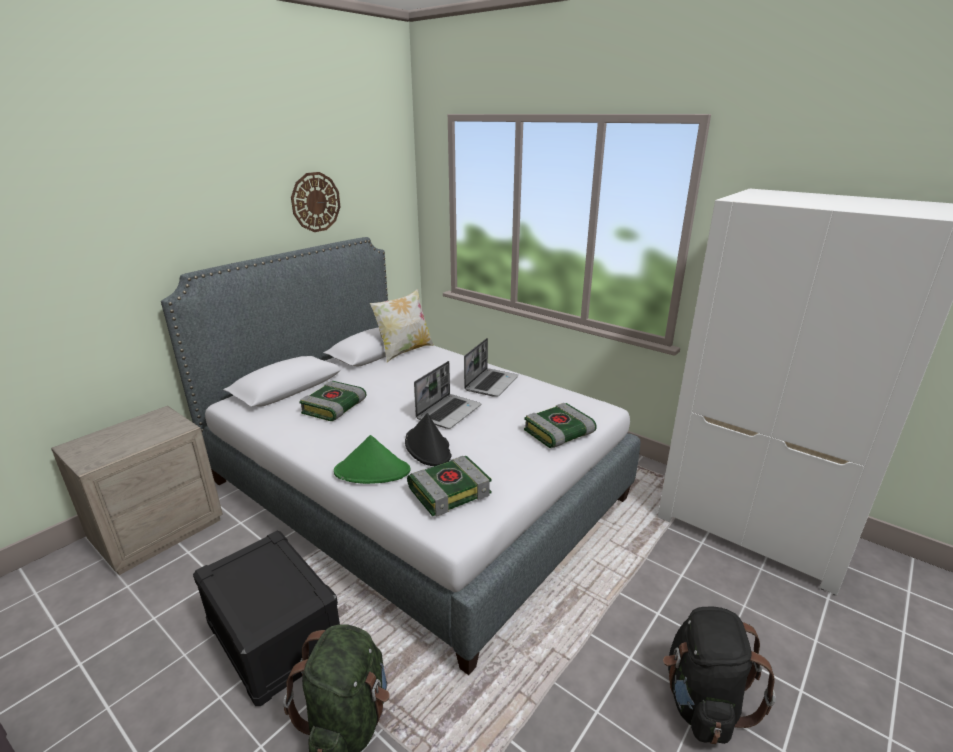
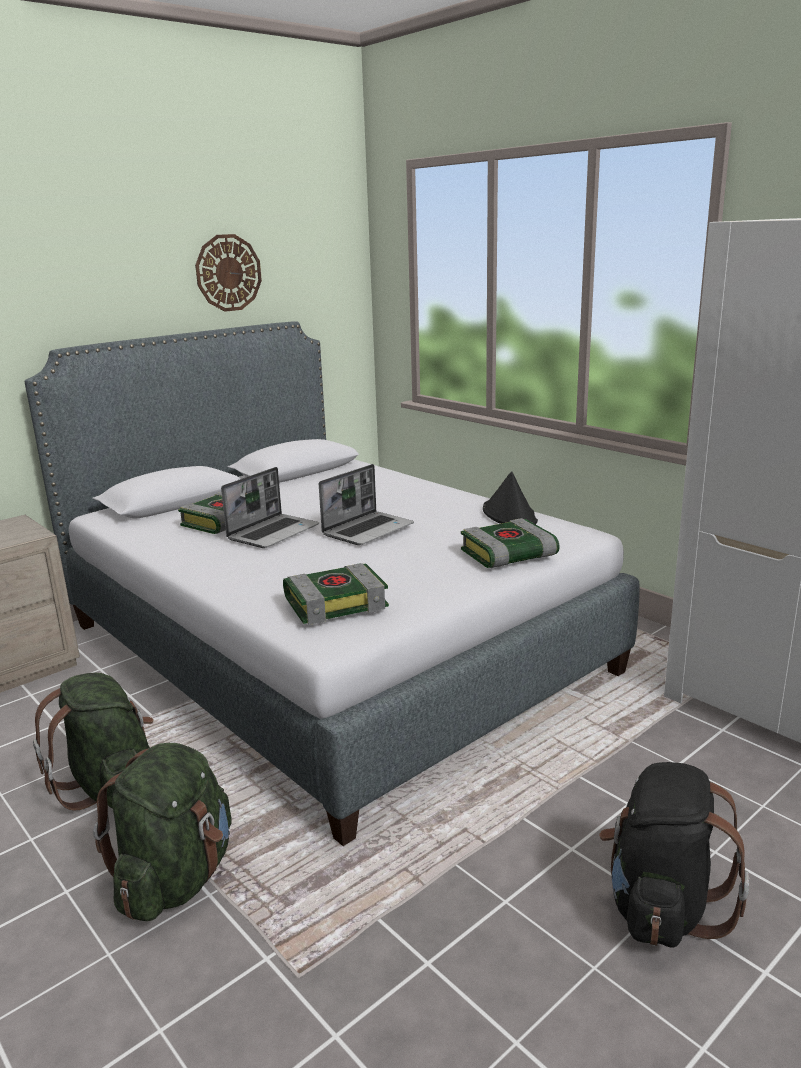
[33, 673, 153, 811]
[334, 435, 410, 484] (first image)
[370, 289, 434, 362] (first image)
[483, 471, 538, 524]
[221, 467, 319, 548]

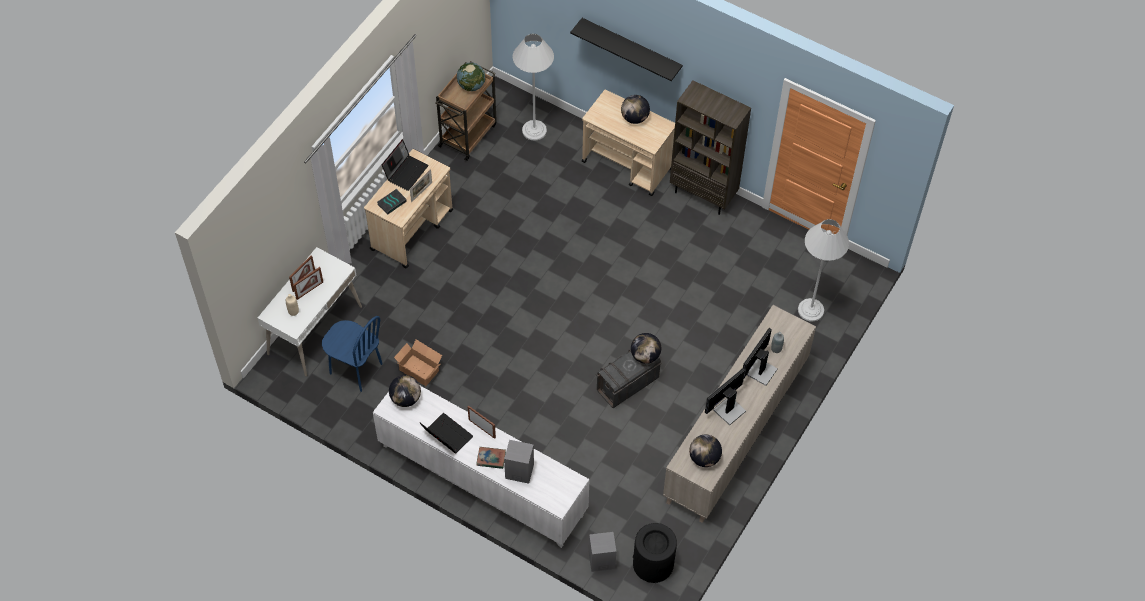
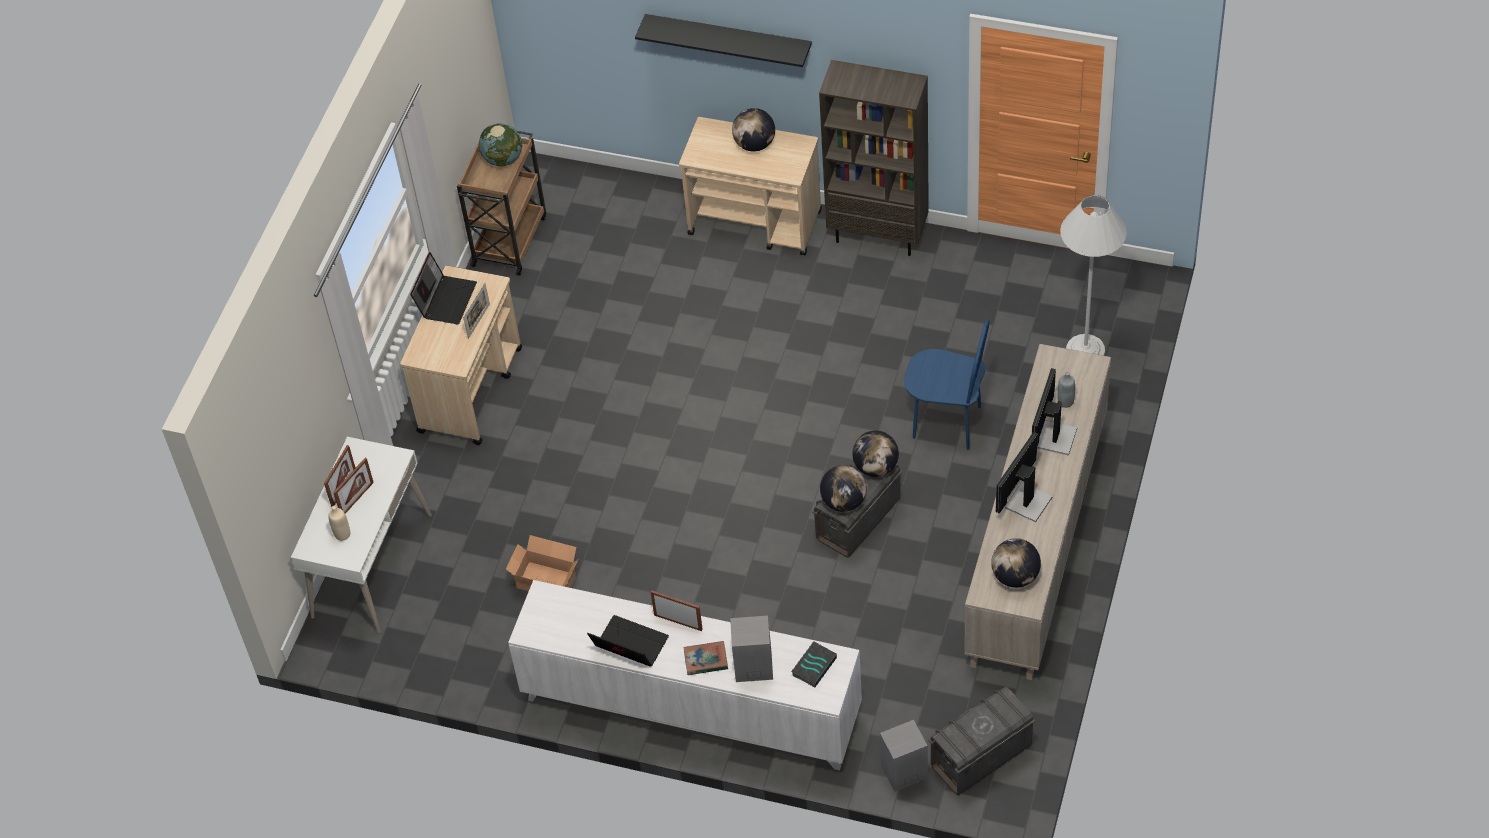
[904, 319, 990, 450]
[791, 641, 837, 687]
[820, 465, 867, 512]
[513, 34, 554, 140] (first image)
[928, 687, 1036, 795]

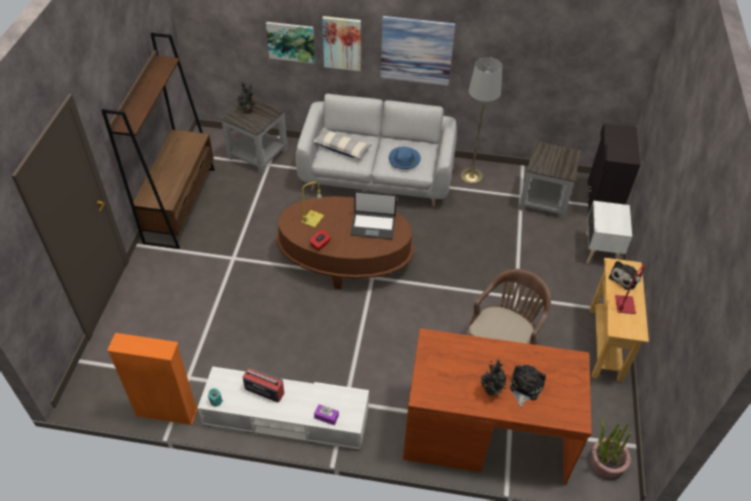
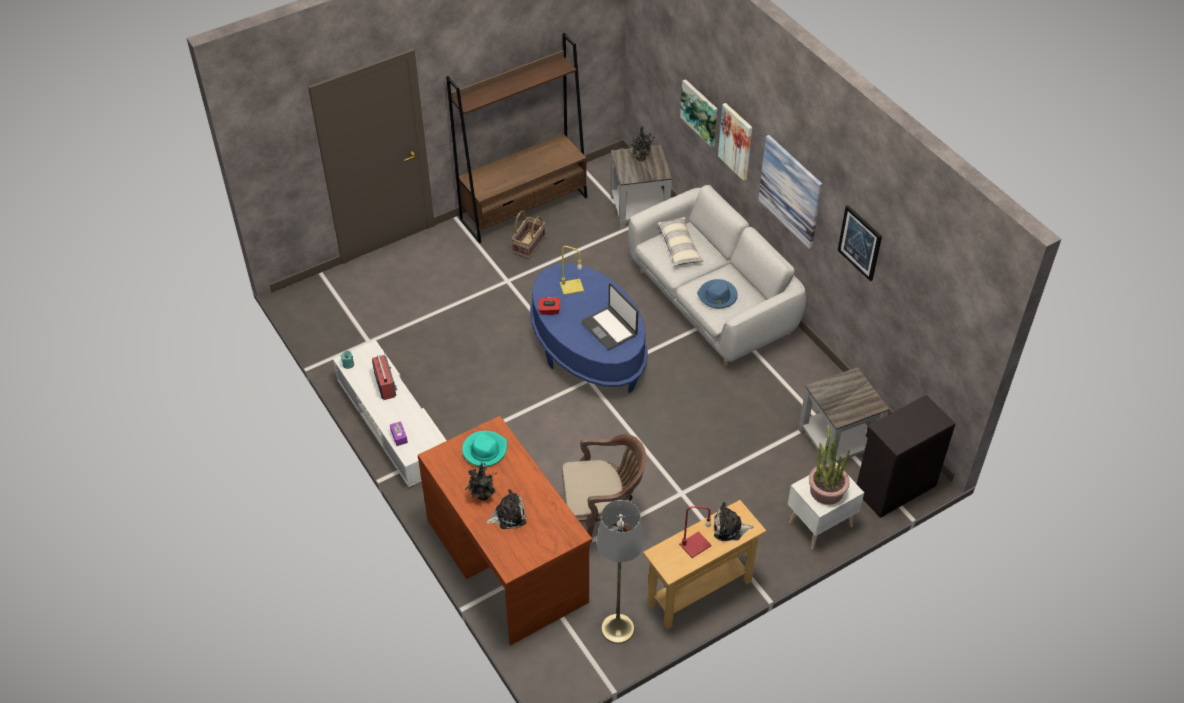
[107, 333, 198, 425] (first image)
[530, 263, 648, 393]
[597, 500, 644, 644]
[809, 427, 850, 505]
[462, 431, 507, 467]
[511, 211, 545, 259]
[838, 205, 882, 281]

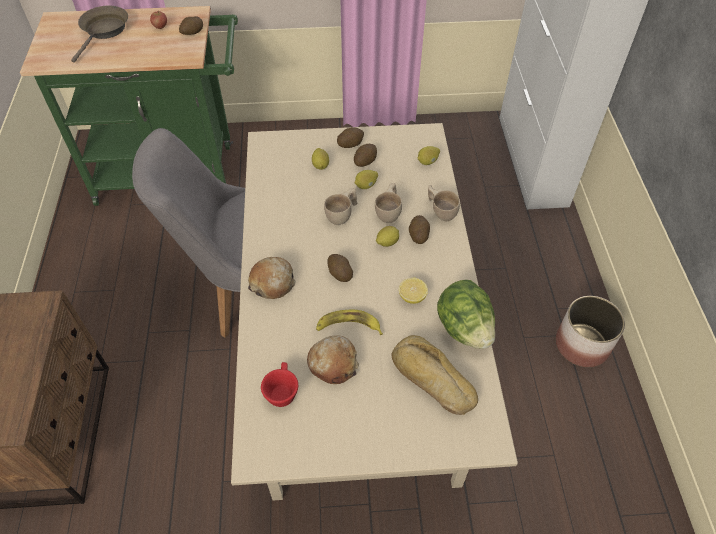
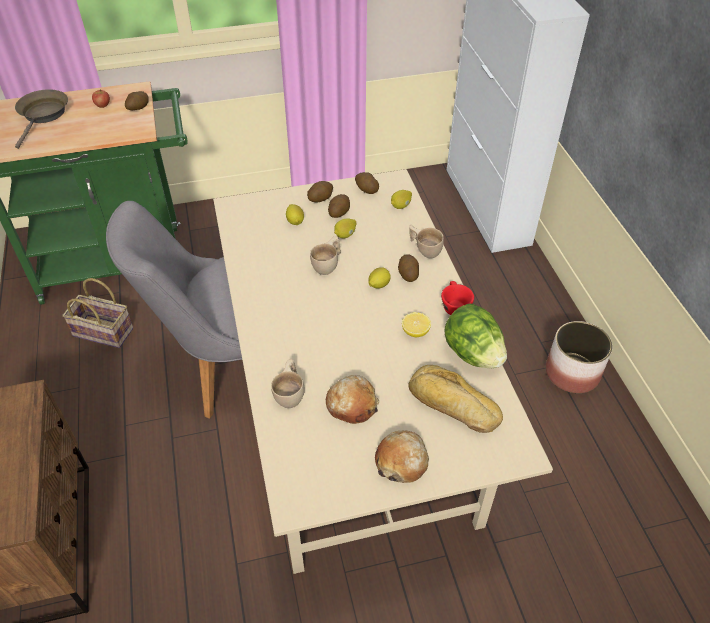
[375, 431, 429, 483]
[441, 281, 474, 315]
[316, 310, 383, 335] (first image)
[355, 172, 379, 194]
[271, 359, 305, 408]
[62, 278, 133, 348]

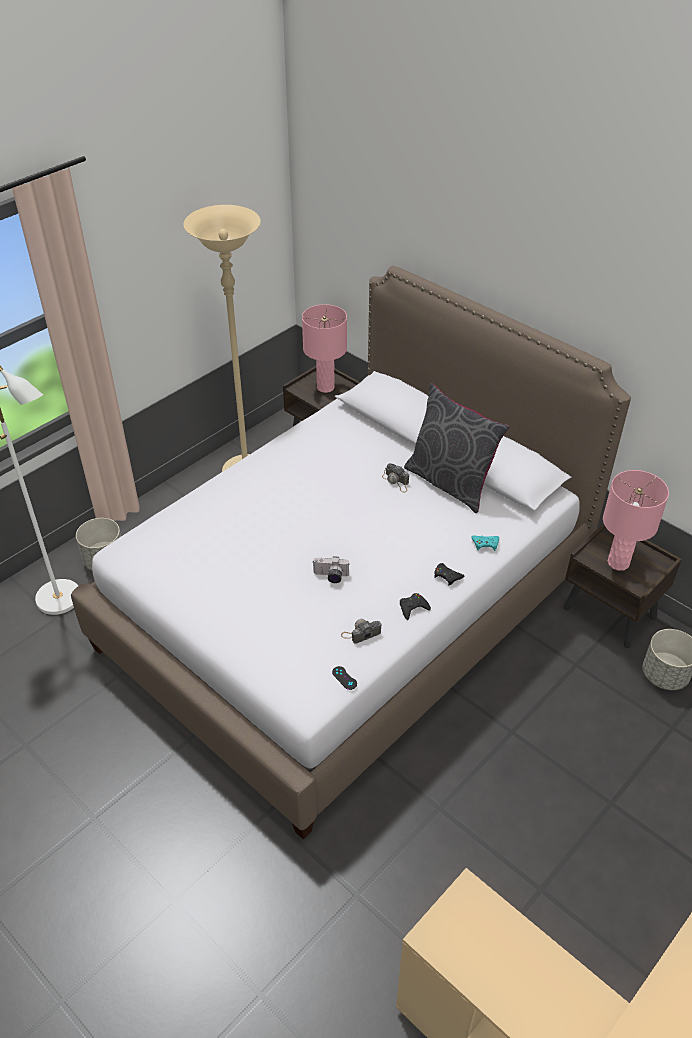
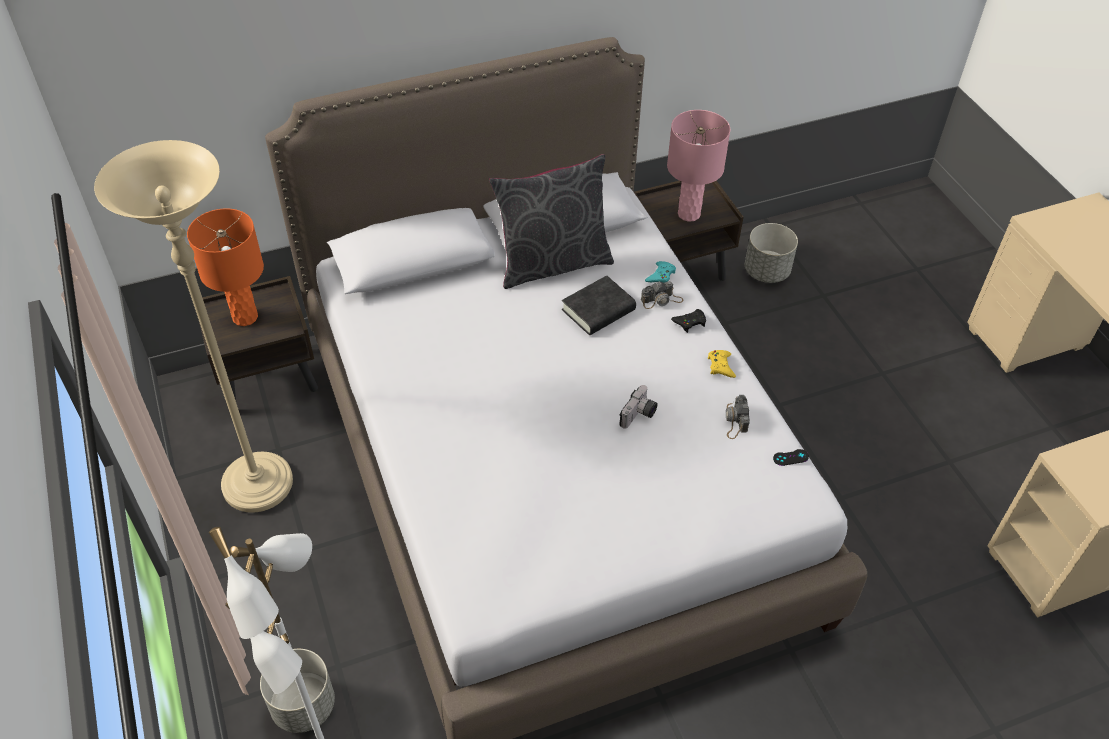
[187, 208, 264, 326]
[641, 281, 683, 309]
[708, 350, 736, 378]
[562, 275, 636, 335]

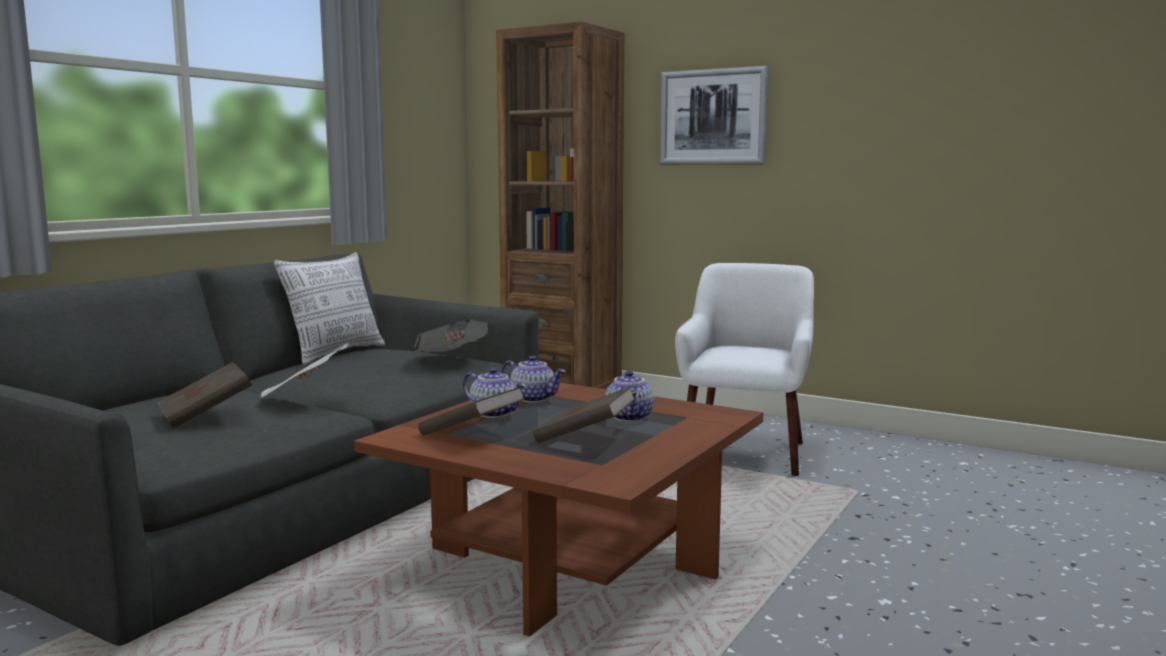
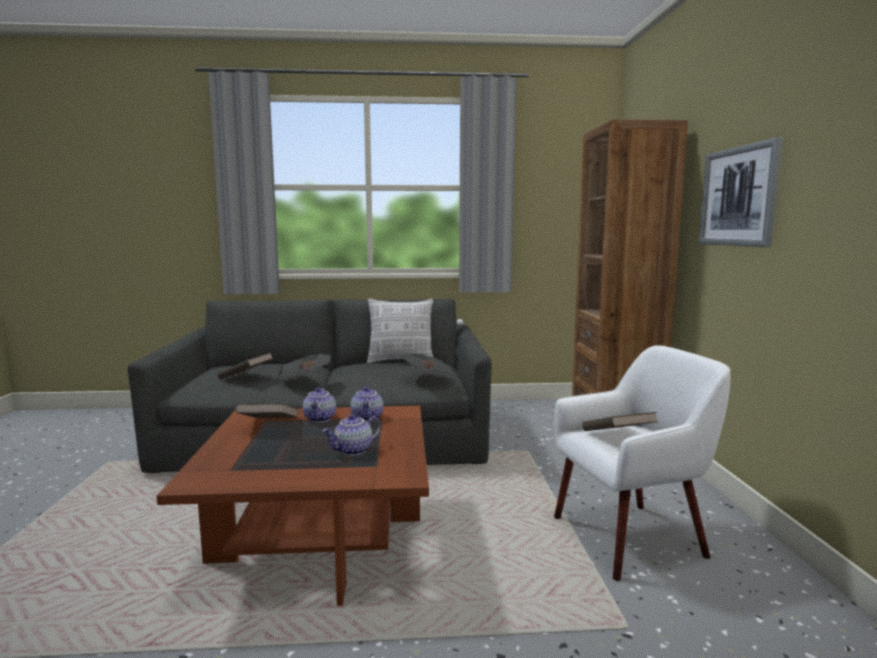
[582, 412, 658, 431]

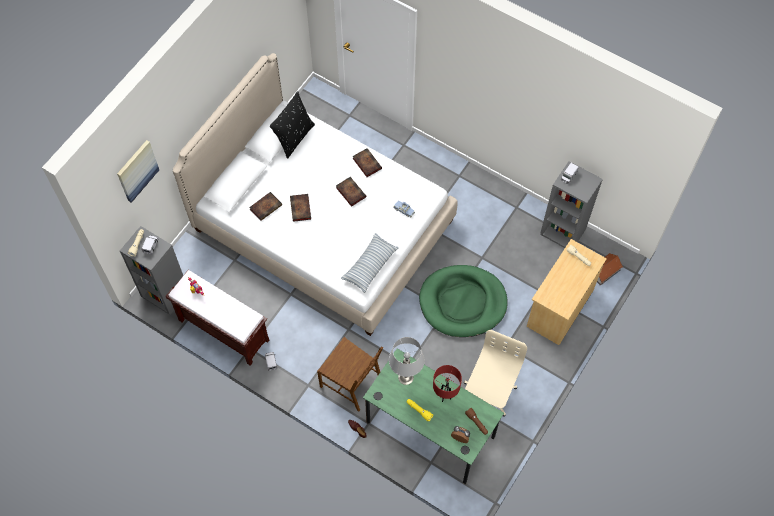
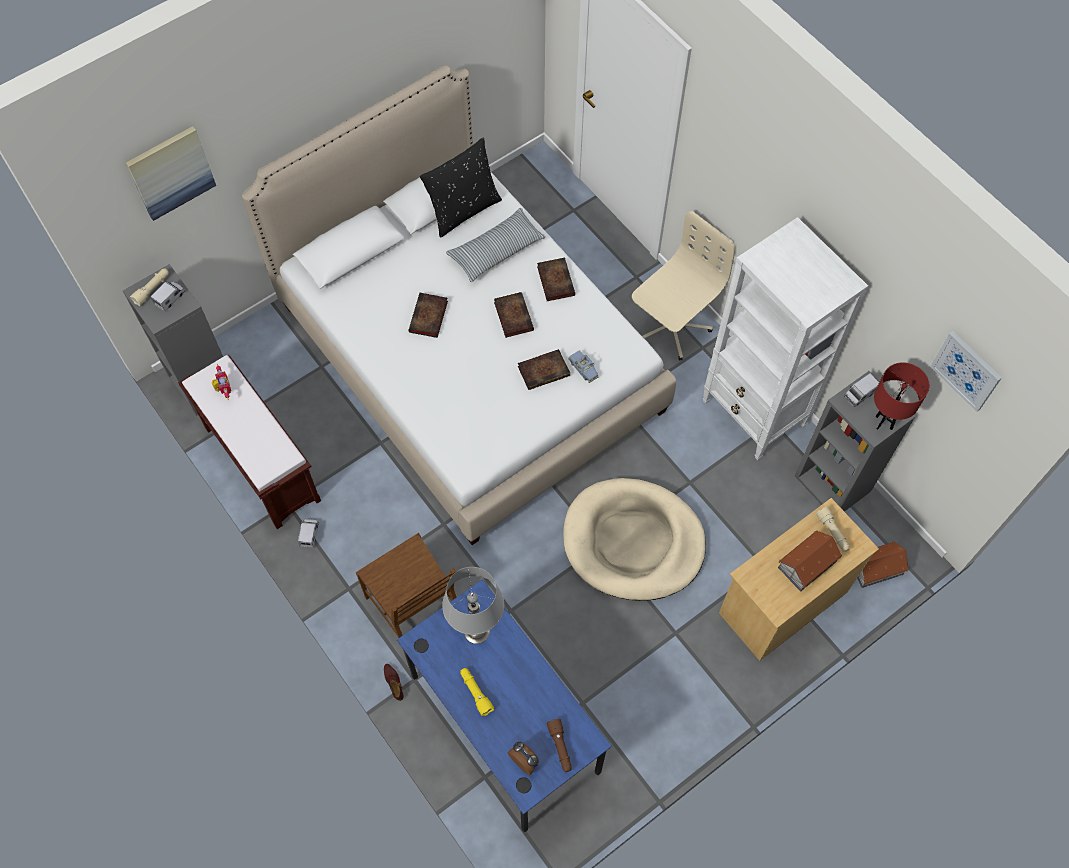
[518, 349, 570, 390]
[446, 208, 546, 282]
[397, 579, 612, 832]
[563, 478, 706, 601]
[874, 362, 930, 430]
[632, 211, 735, 360]
[702, 217, 868, 460]
[778, 530, 842, 591]
[930, 331, 1002, 412]

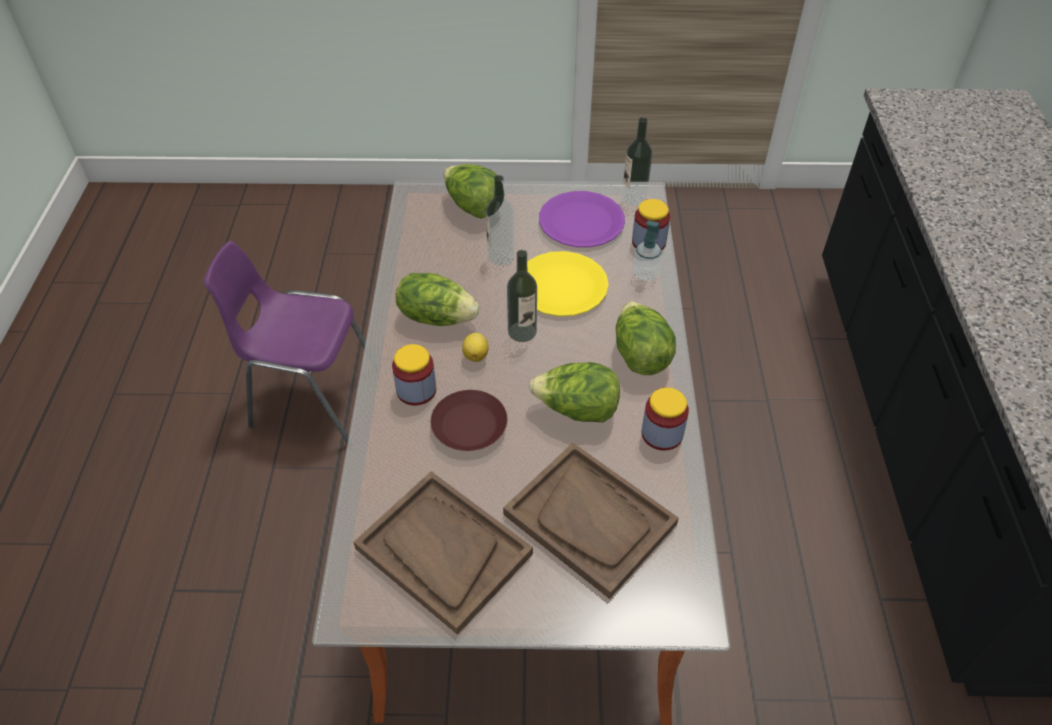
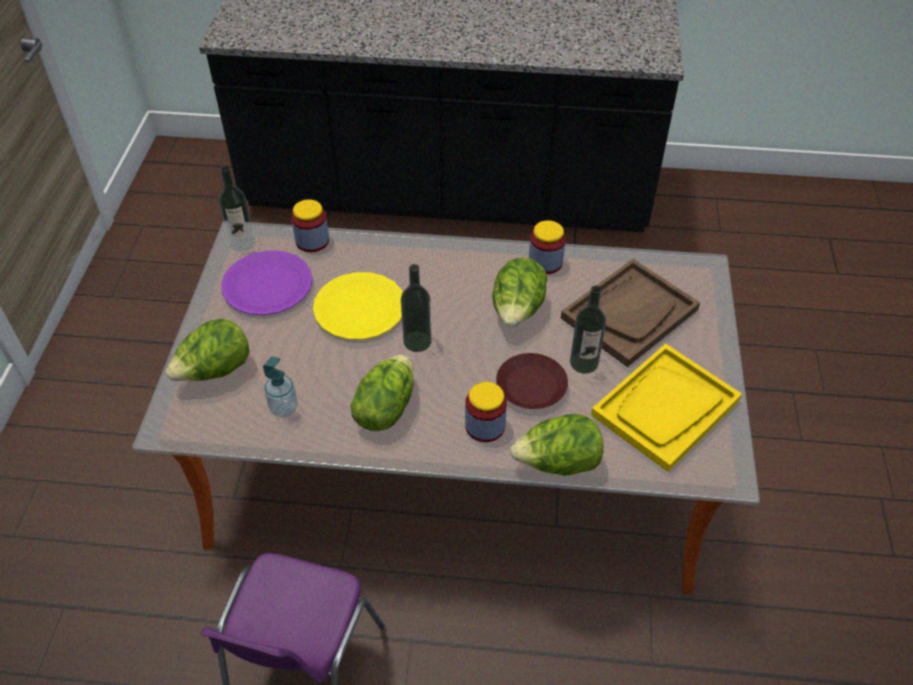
[591, 343, 742, 472]
[462, 333, 488, 362] (first image)
[570, 285, 606, 374]
[510, 414, 604, 476]
[263, 357, 298, 418]

